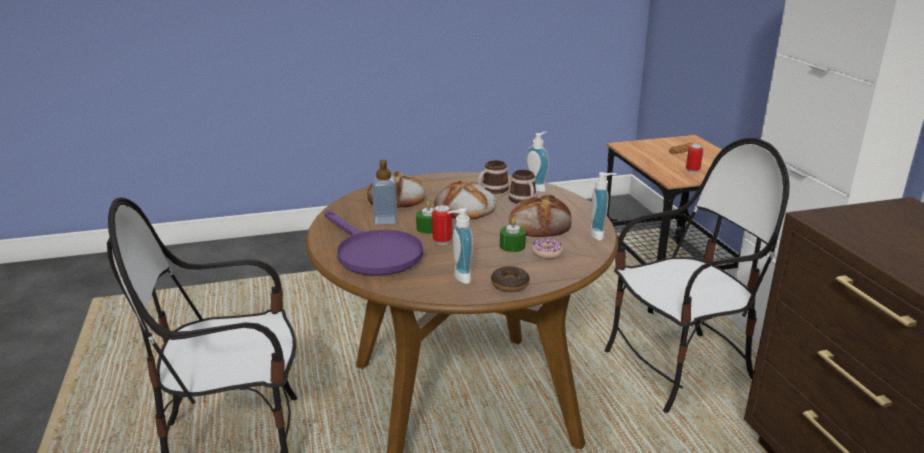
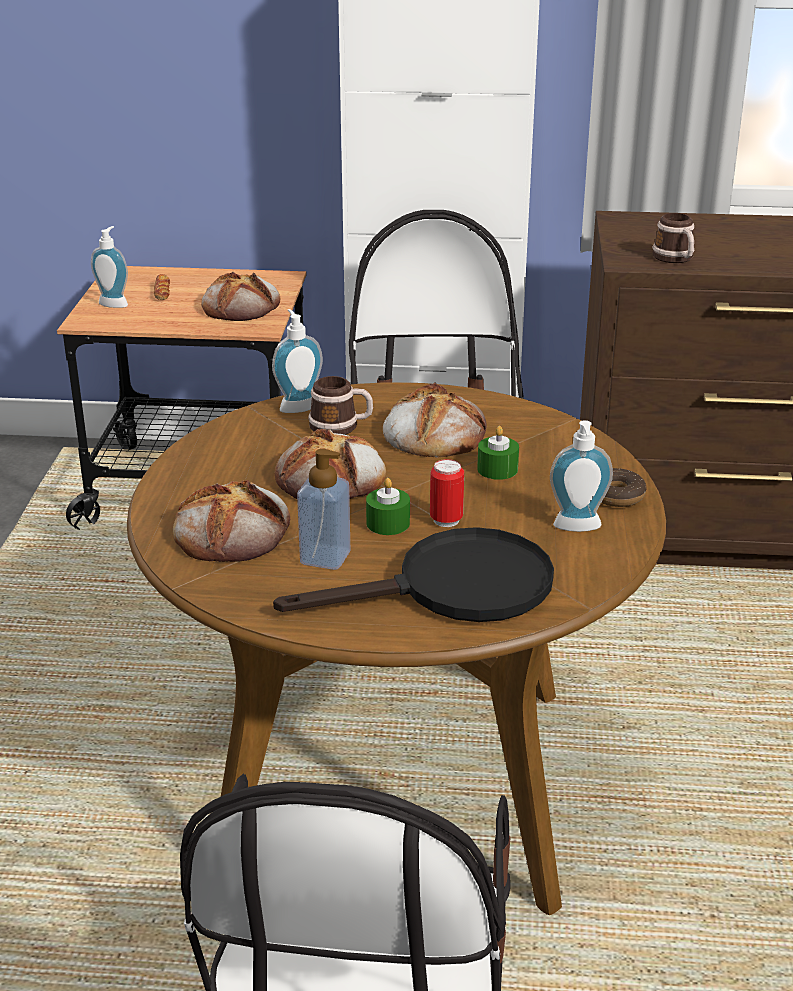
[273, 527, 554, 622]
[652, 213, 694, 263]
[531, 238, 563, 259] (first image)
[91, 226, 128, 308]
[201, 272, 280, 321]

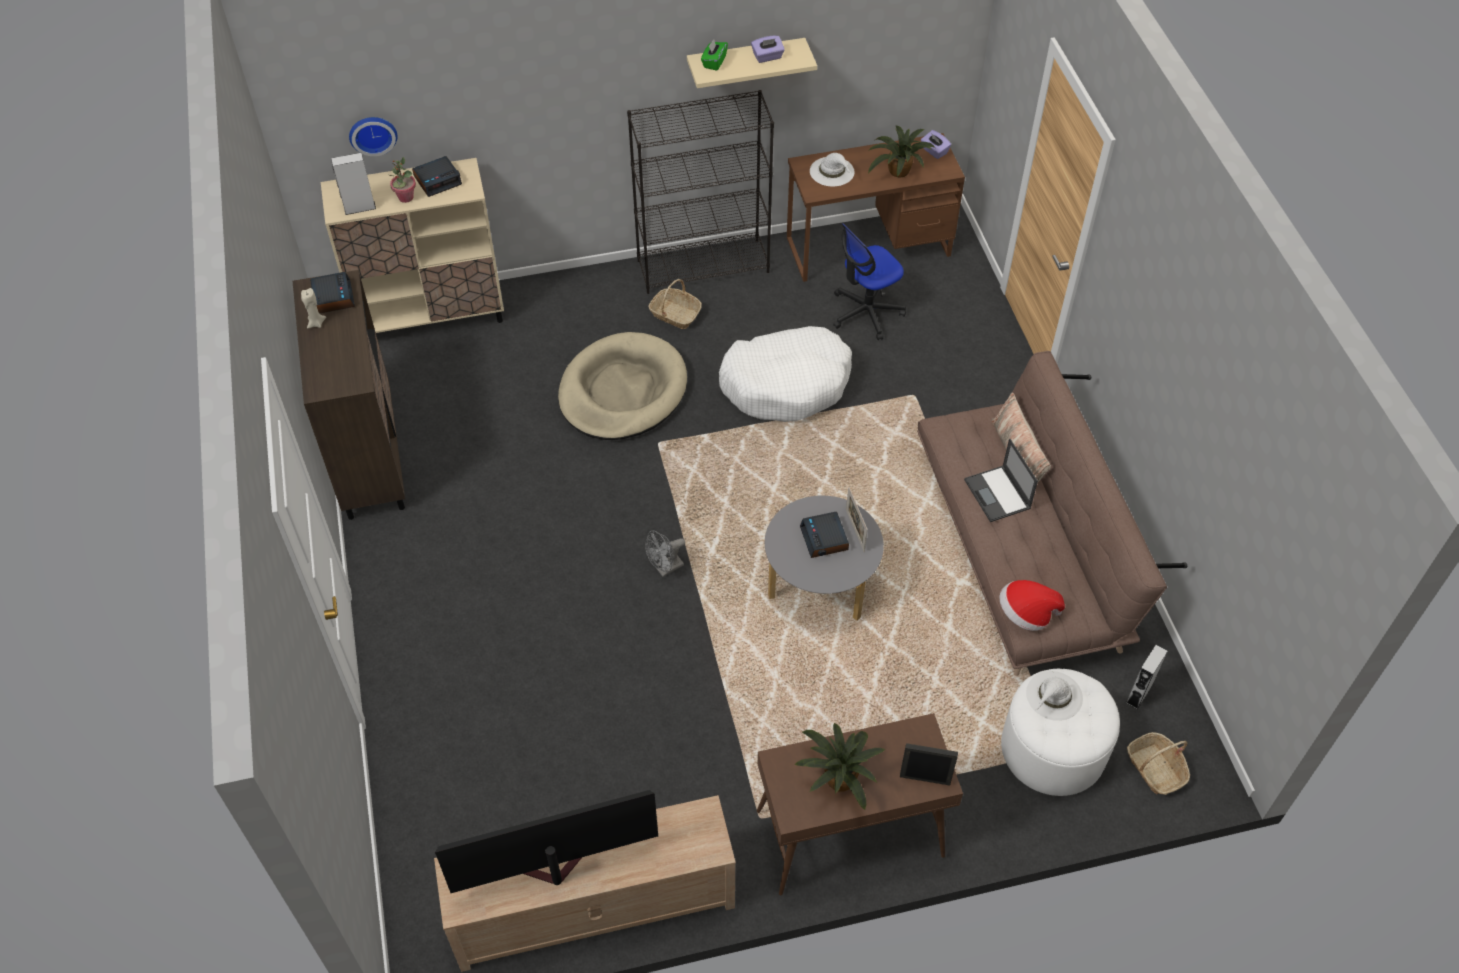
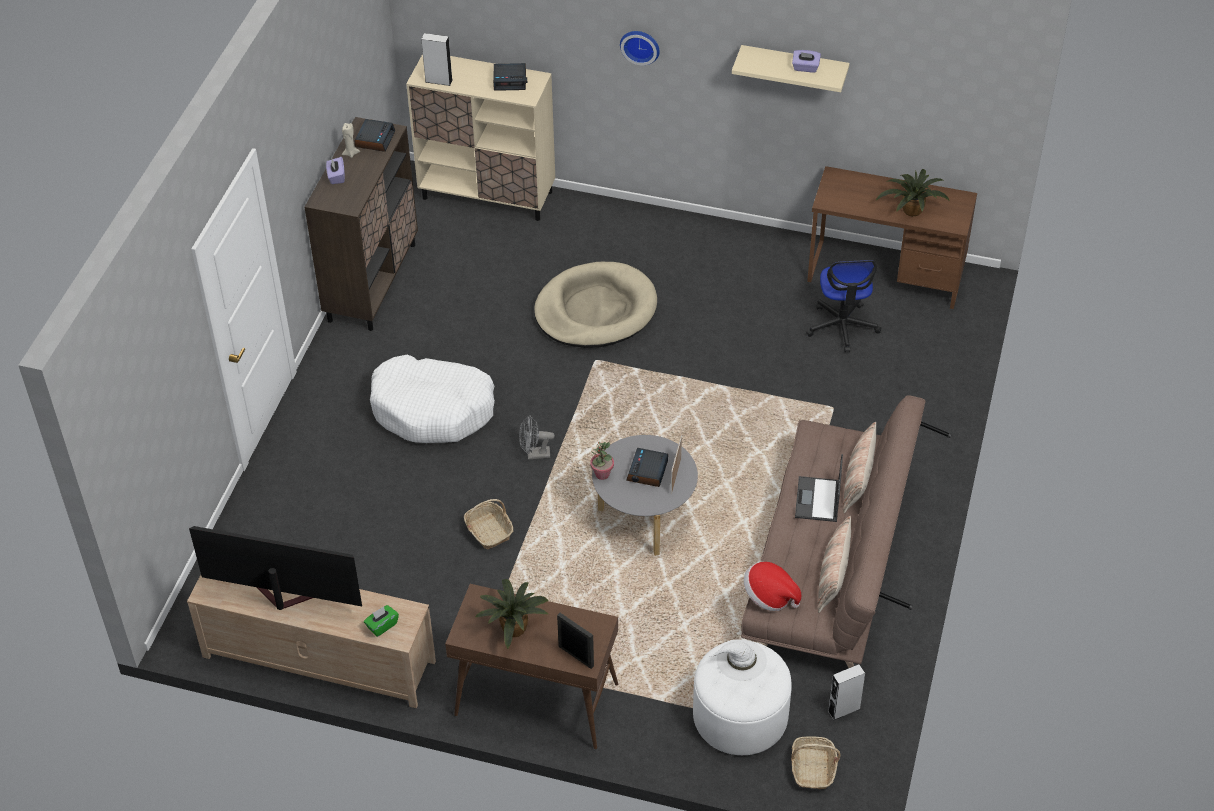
[620, 31, 659, 66]
[590, 441, 614, 480]
[627, 90, 774, 294] (first image)
[464, 499, 513, 549]
[364, 605, 399, 637]
[370, 354, 495, 443]
[810, 153, 855, 187] (first image)
[806, 260, 881, 352]
[326, 157, 345, 184]
[817, 516, 851, 613]

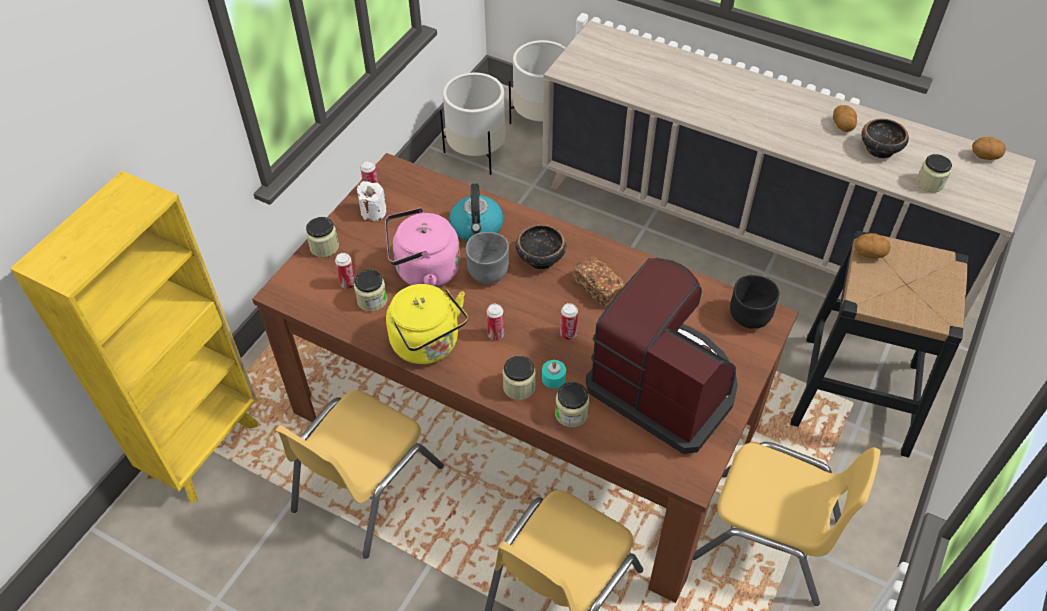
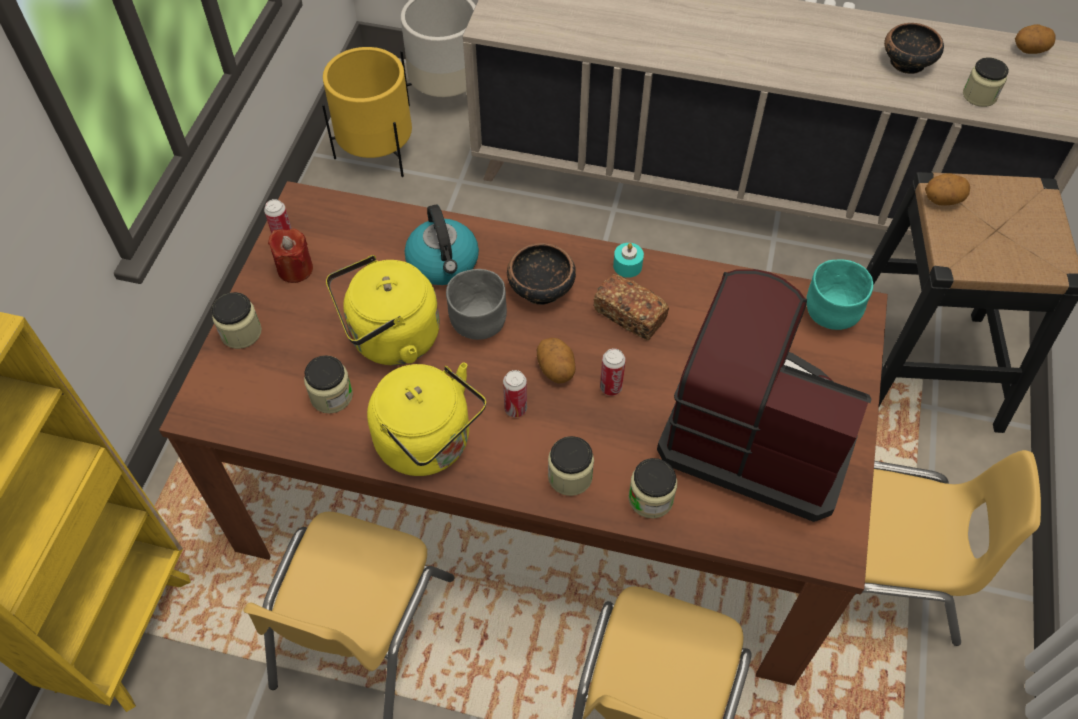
[335, 253, 355, 289] (first image)
[268, 229, 313, 283]
[326, 255, 440, 365]
[322, 47, 412, 177]
[613, 243, 644, 278]
[806, 259, 873, 330]
[537, 338, 576, 384]

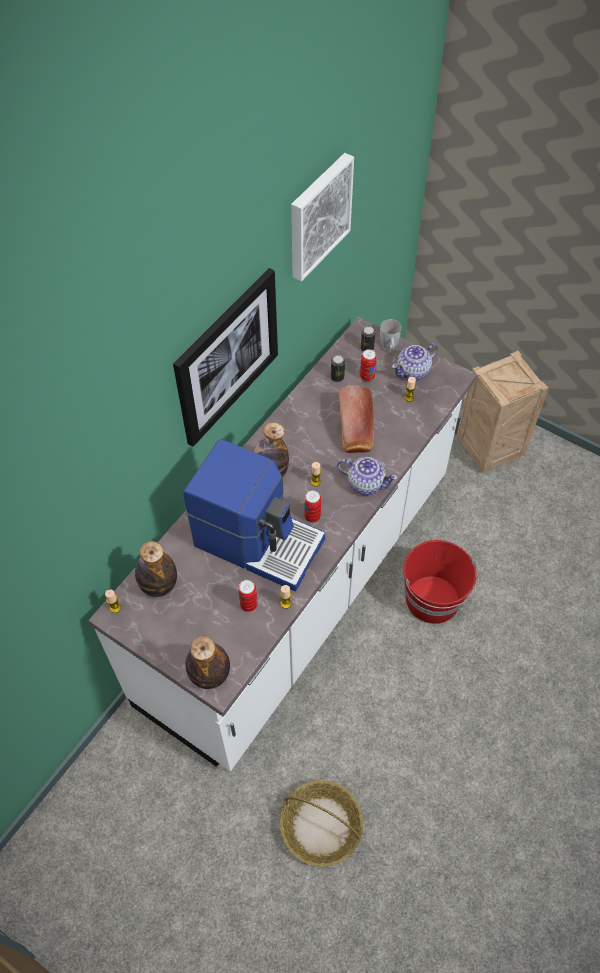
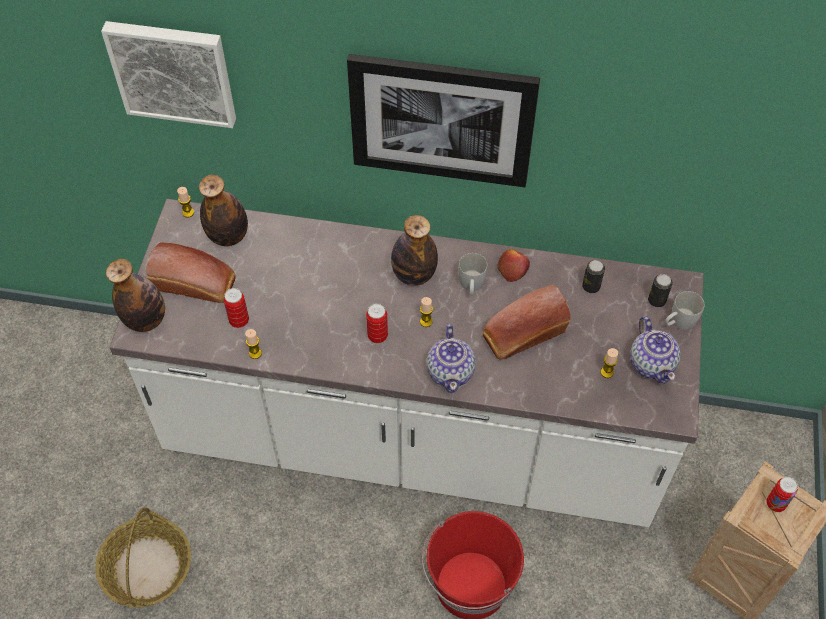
[184, 439, 325, 592] (first image)
[101, 21, 236, 128]
[766, 477, 798, 512]
[630, 316, 681, 384]
[146, 242, 236, 303]
[459, 253, 487, 295]
[498, 249, 530, 282]

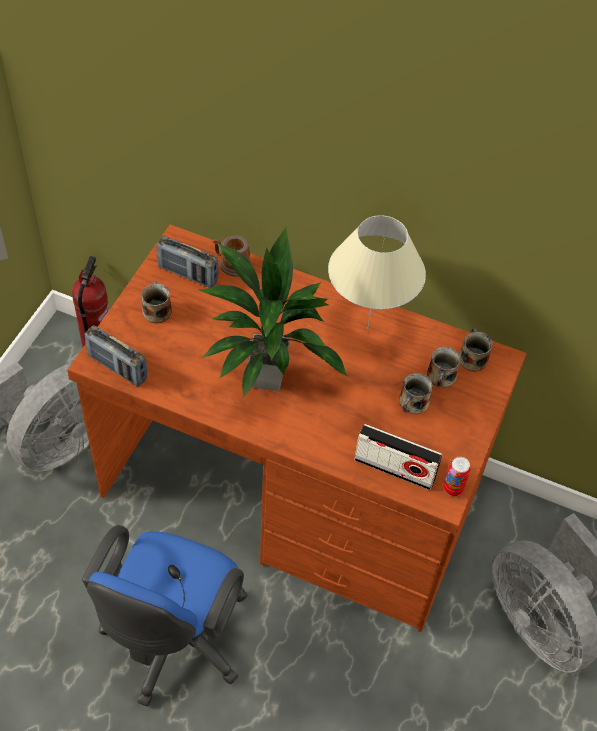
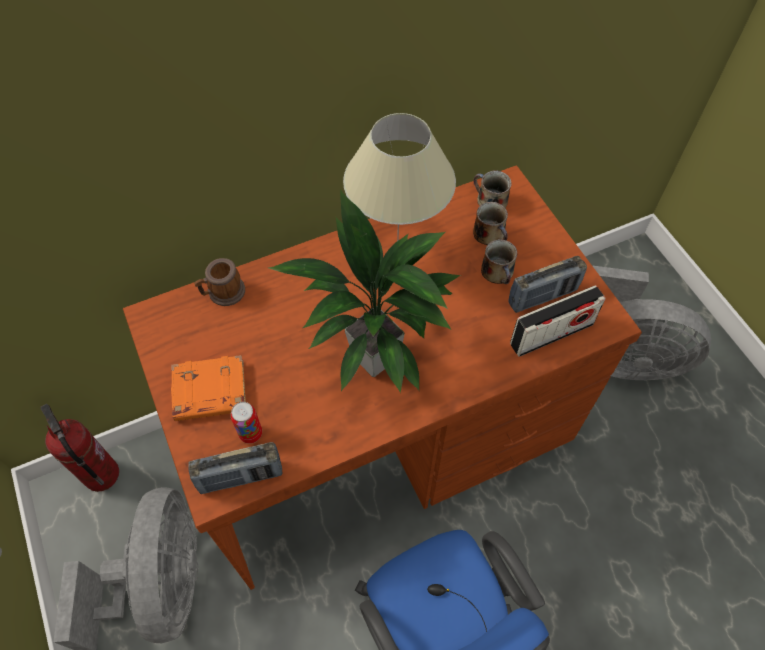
[171, 355, 246, 421]
[509, 256, 587, 313]
[231, 402, 262, 444]

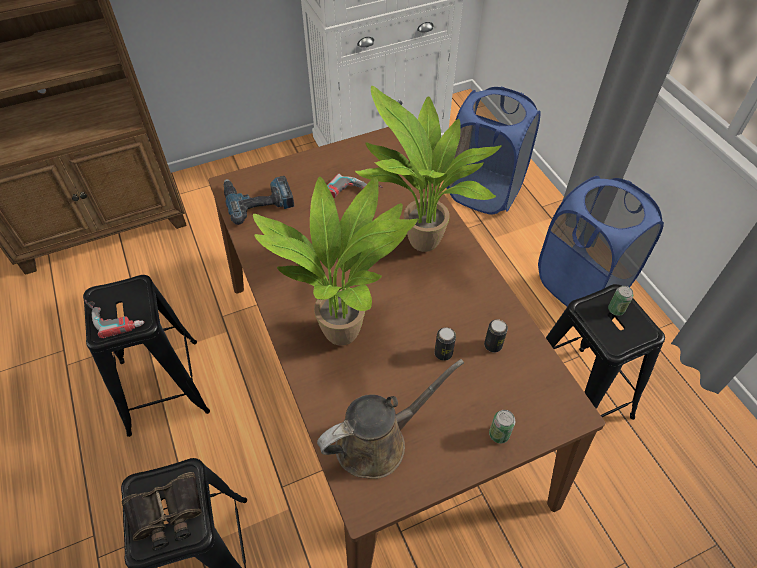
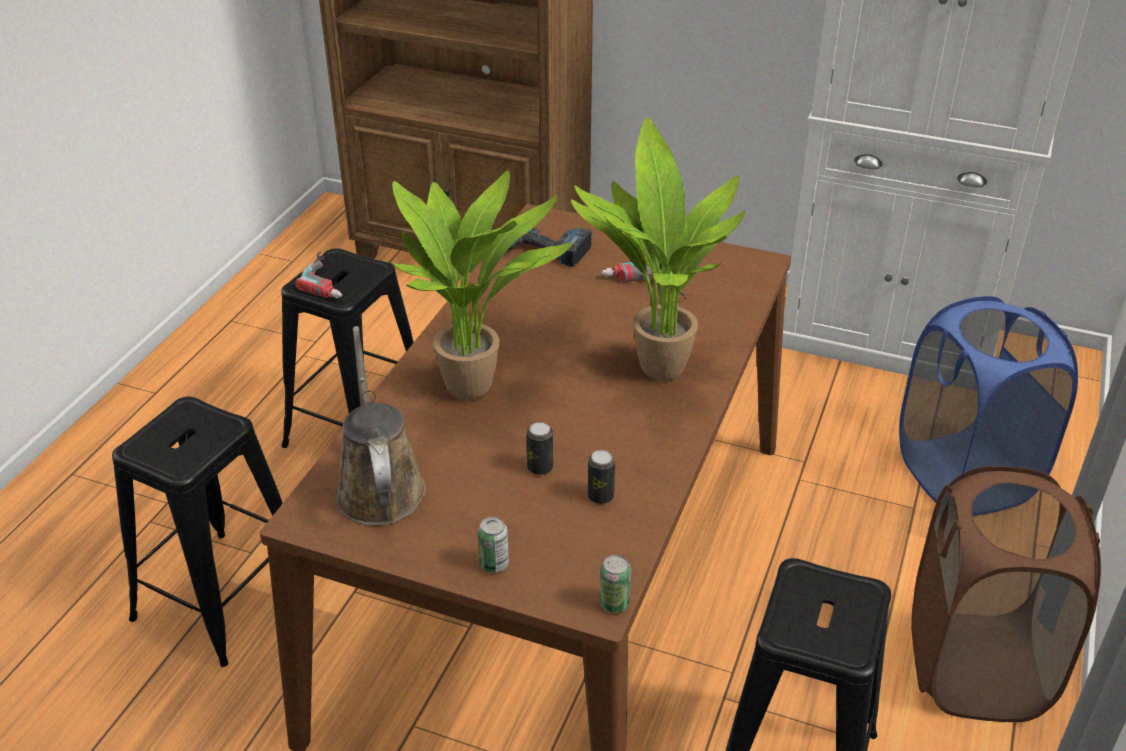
[122, 472, 202, 550] (first image)
[335, 326, 426, 526]
[911, 466, 1101, 722]
[600, 555, 631, 613]

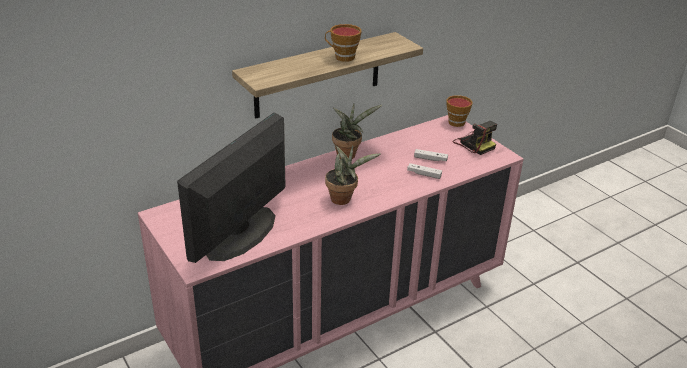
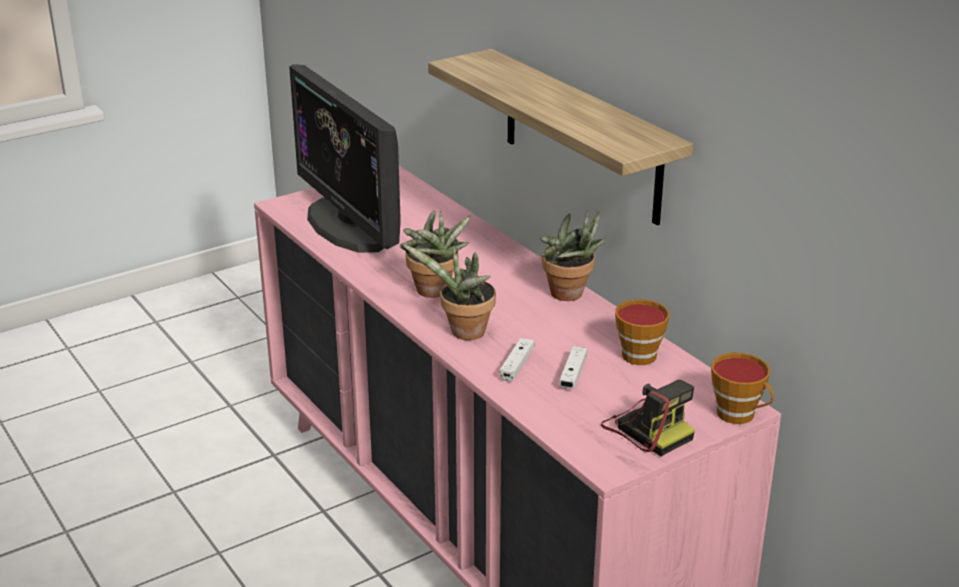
[289, 64, 401, 253]
[615, 299, 670, 365]
[601, 380, 695, 456]
[402, 243, 496, 340]

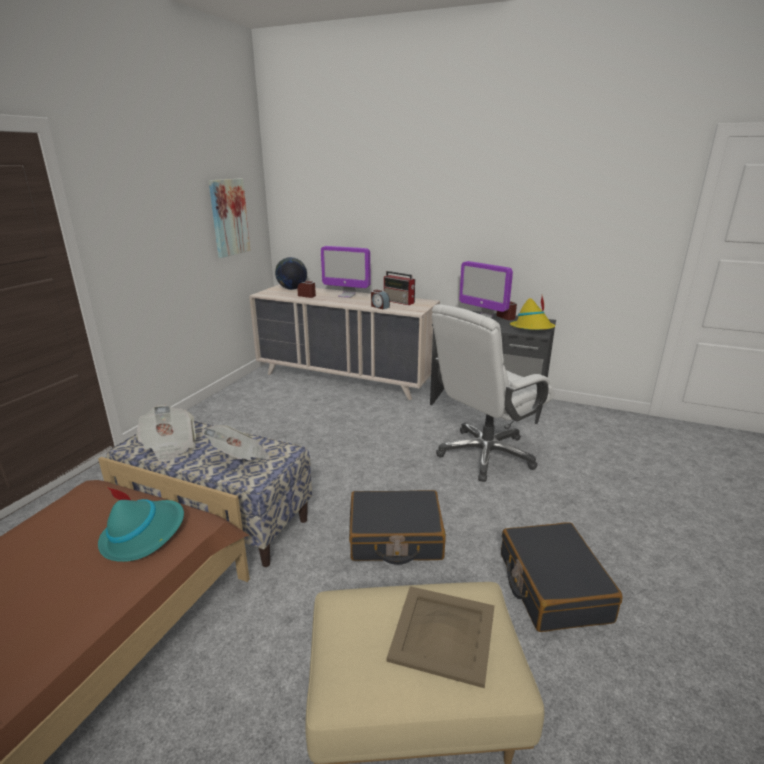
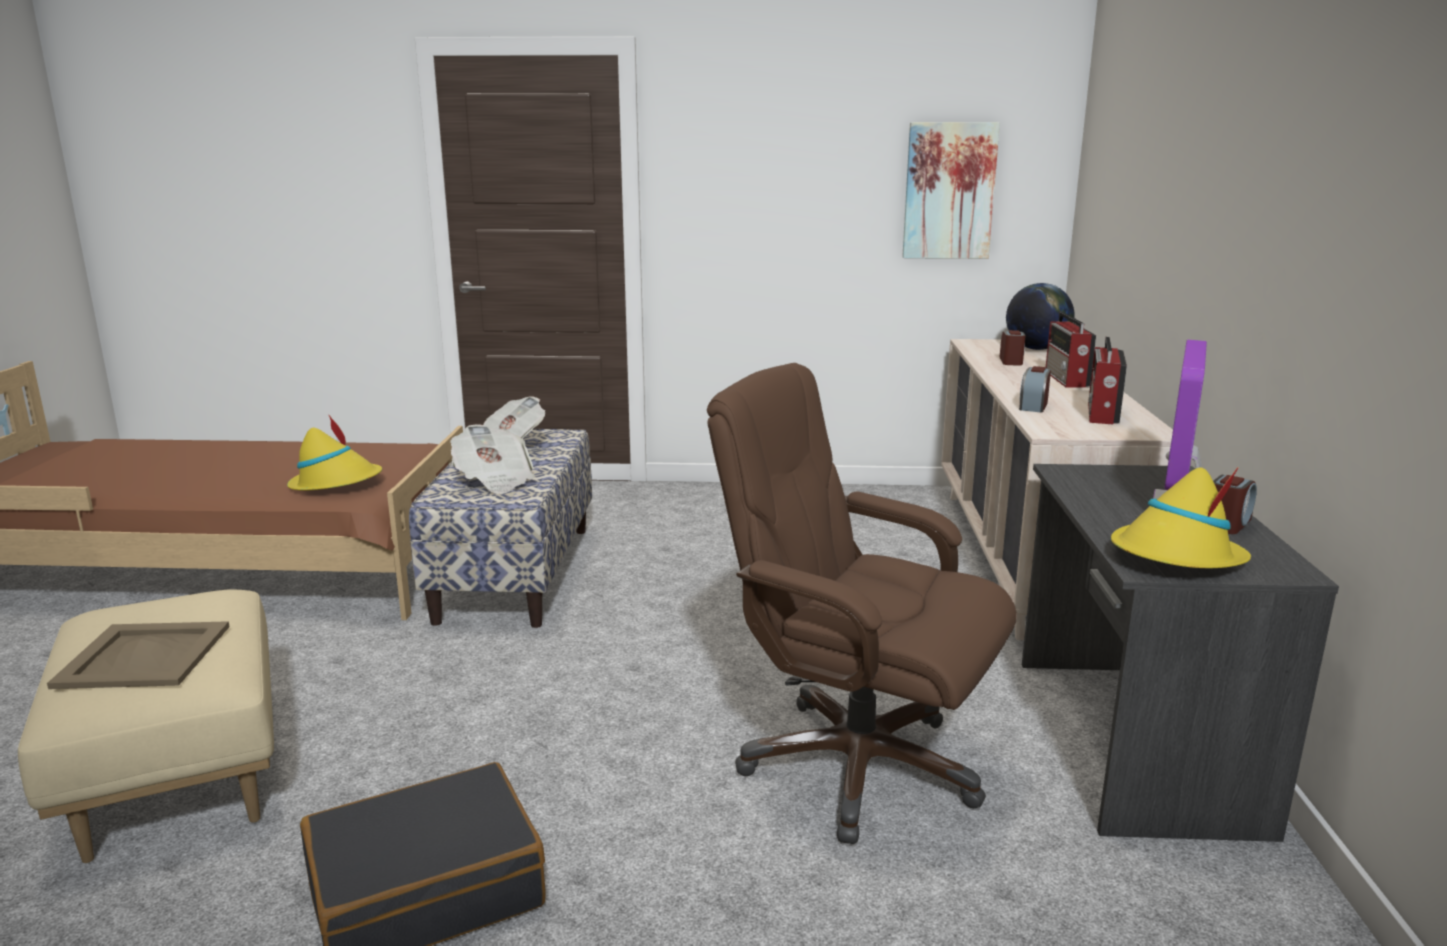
[287, 414, 382, 491]
[1046, 312, 1096, 388]
[349, 490, 446, 565] (first image)
[707, 363, 1017, 844]

